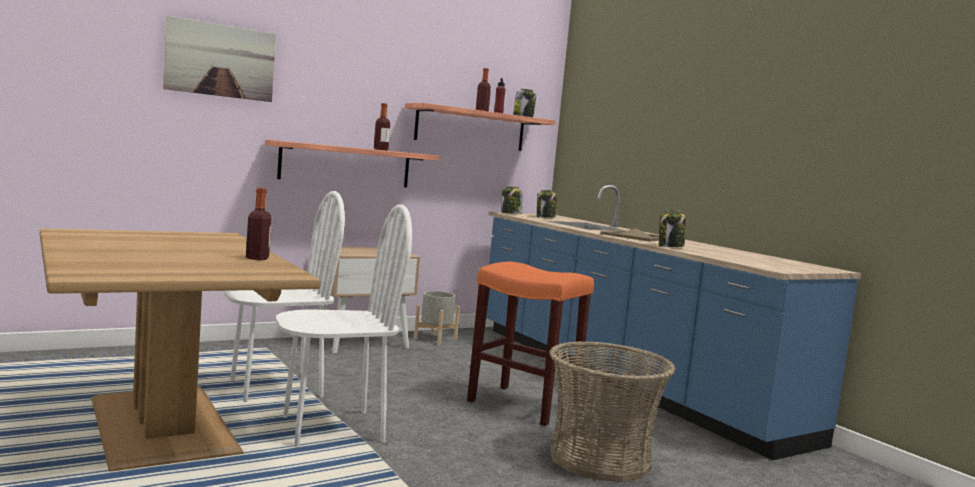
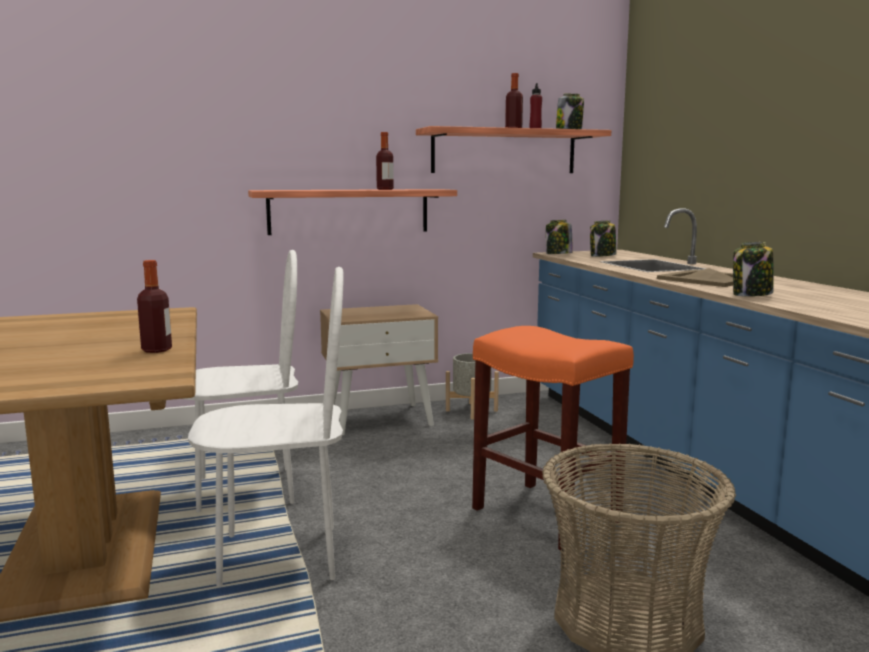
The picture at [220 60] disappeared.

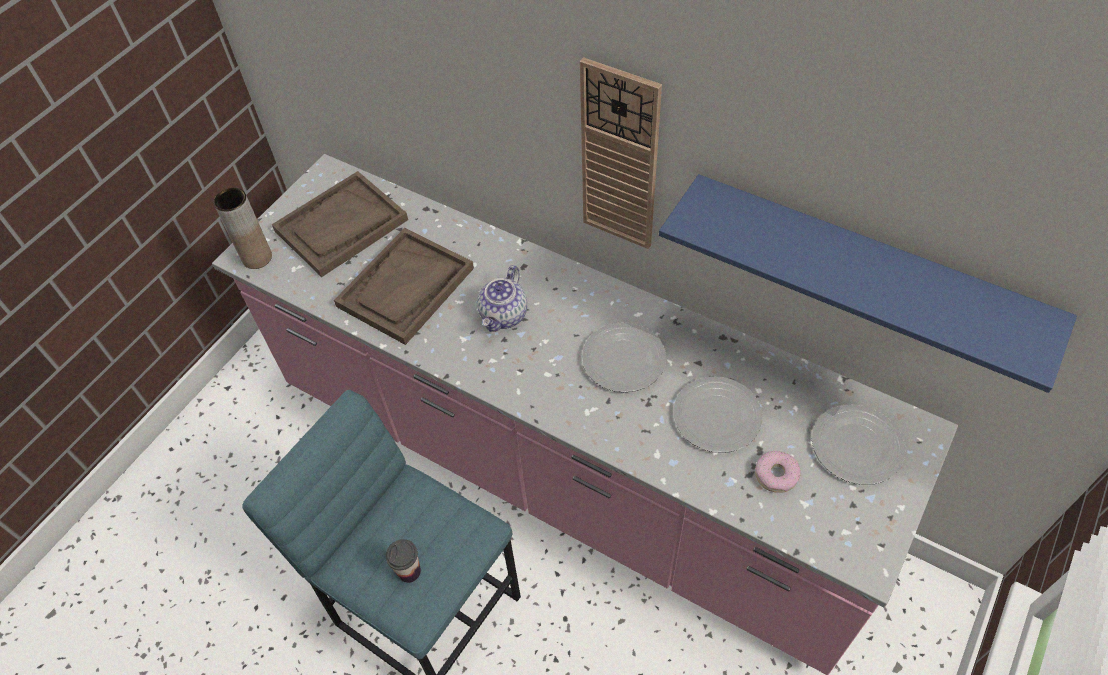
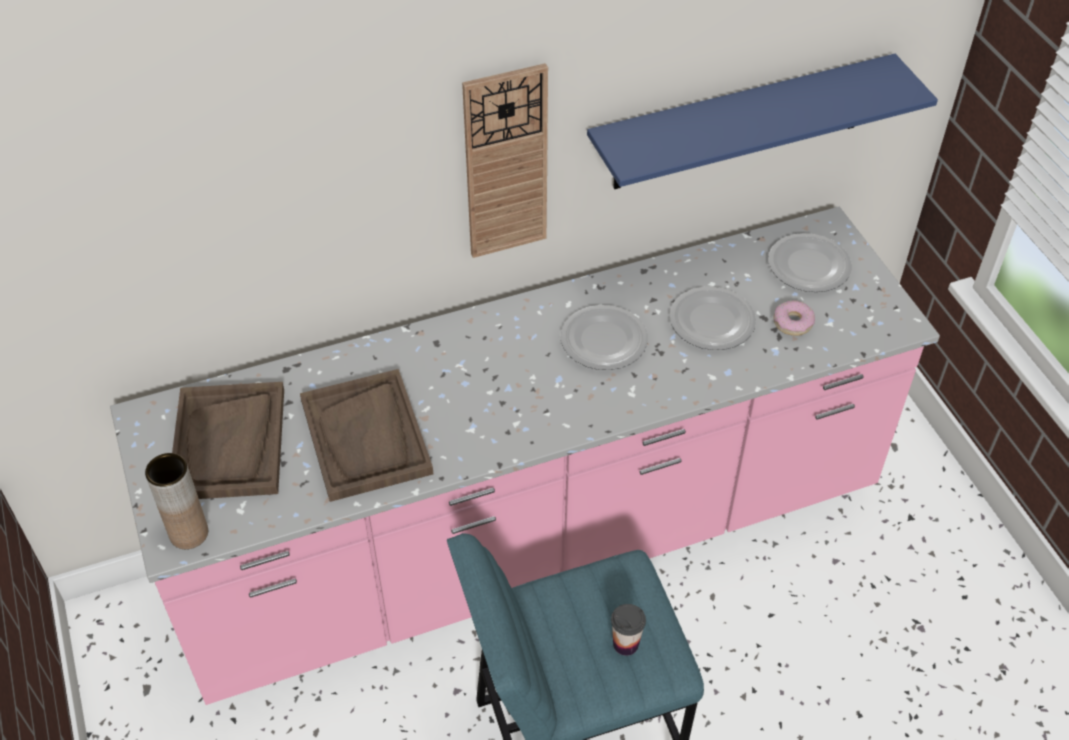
The teapot at [504 315] disappeared.

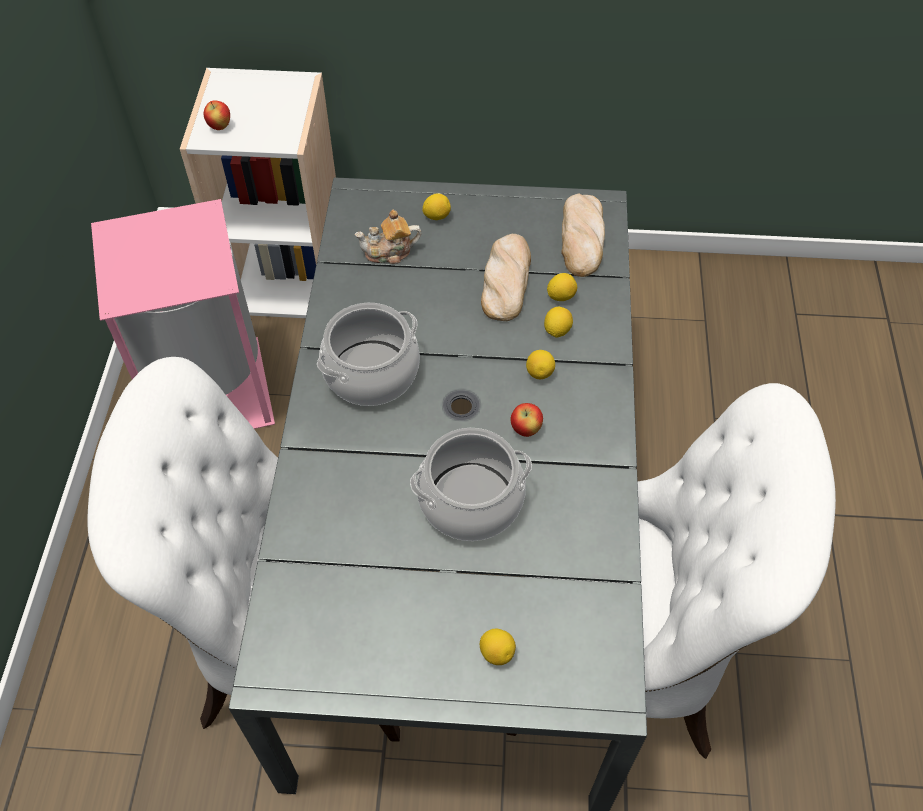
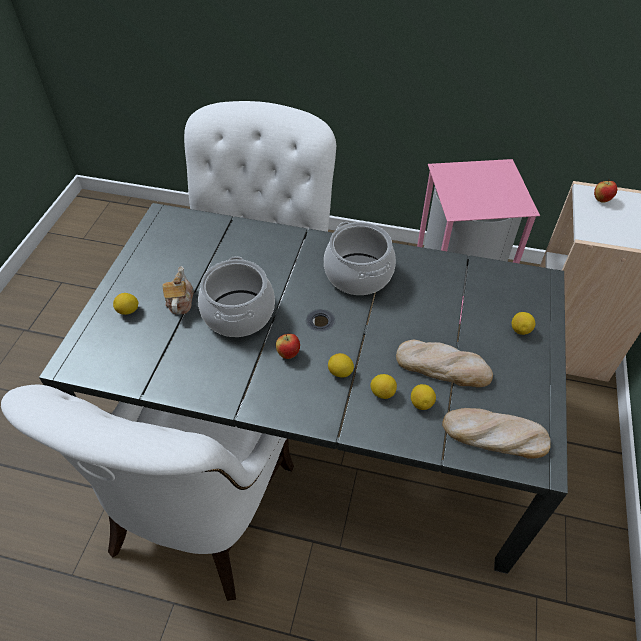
The teapot moved from [389 252] to [180 301].

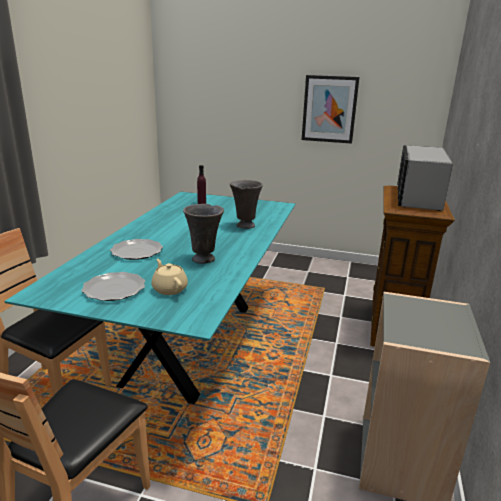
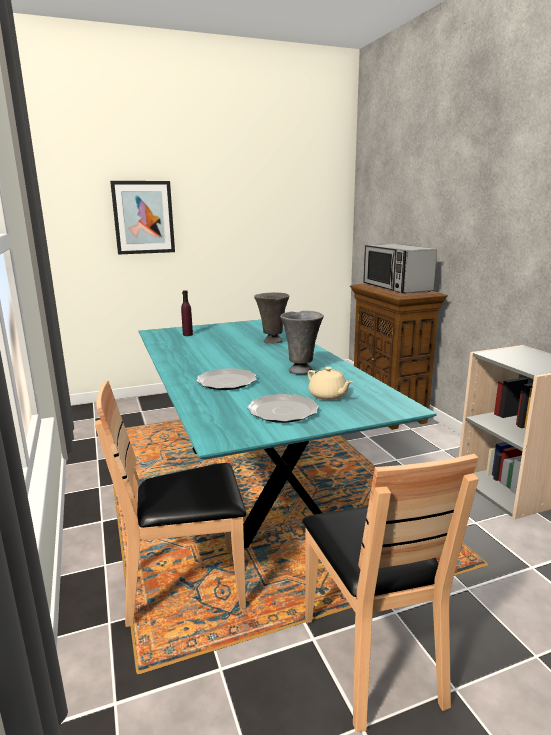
The picture moved from [329 109] to [143 217].
The teapot in beige at [169 289] turned 150 degrees counterclockwise.

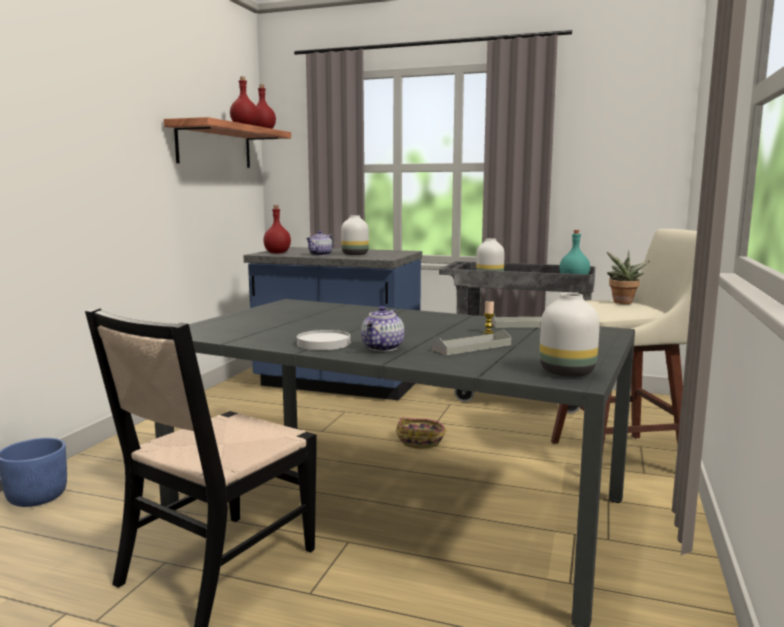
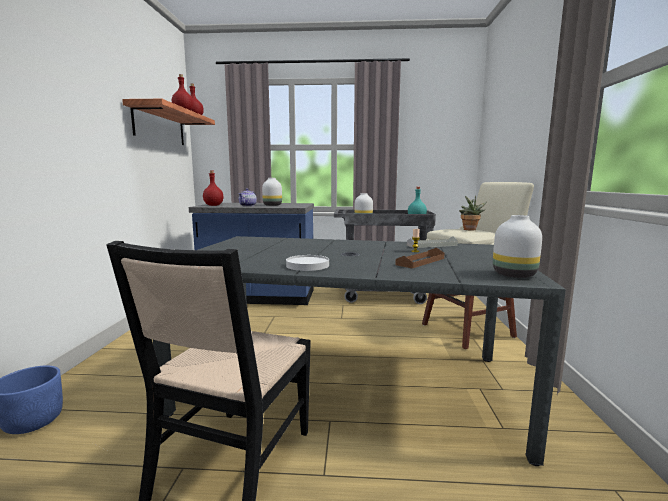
The tray in grey at [472 347] became the tray in brown at [420 261].
The teapot at [383 348] disappeared.
The basket at [421 440] disappeared.

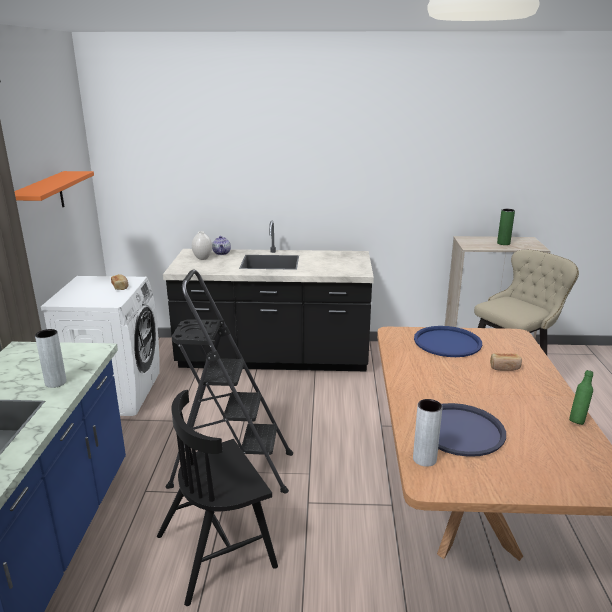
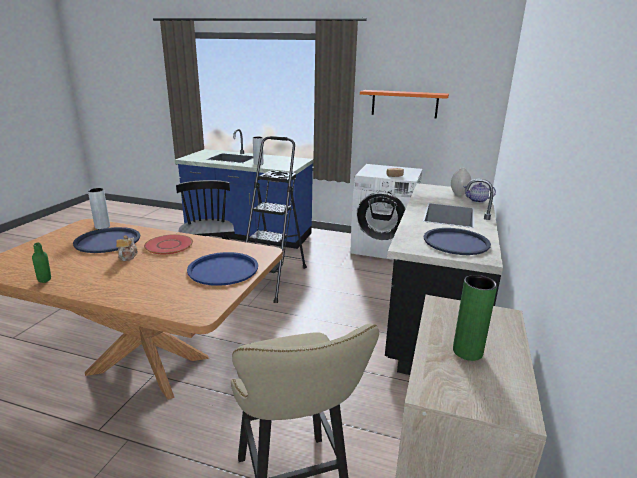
The teapot at [127 256] appeared.
The plate in red at [169 245] appeared.
The tray in blue at [456 242] appeared.
The bread at [505 367] disappeared.

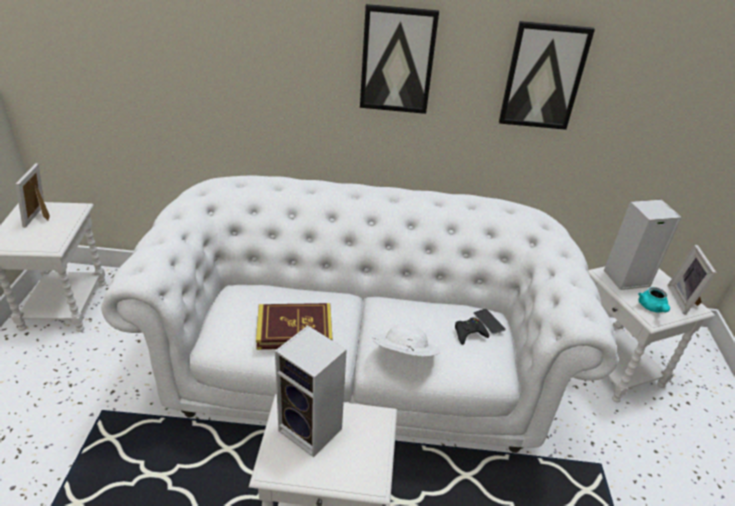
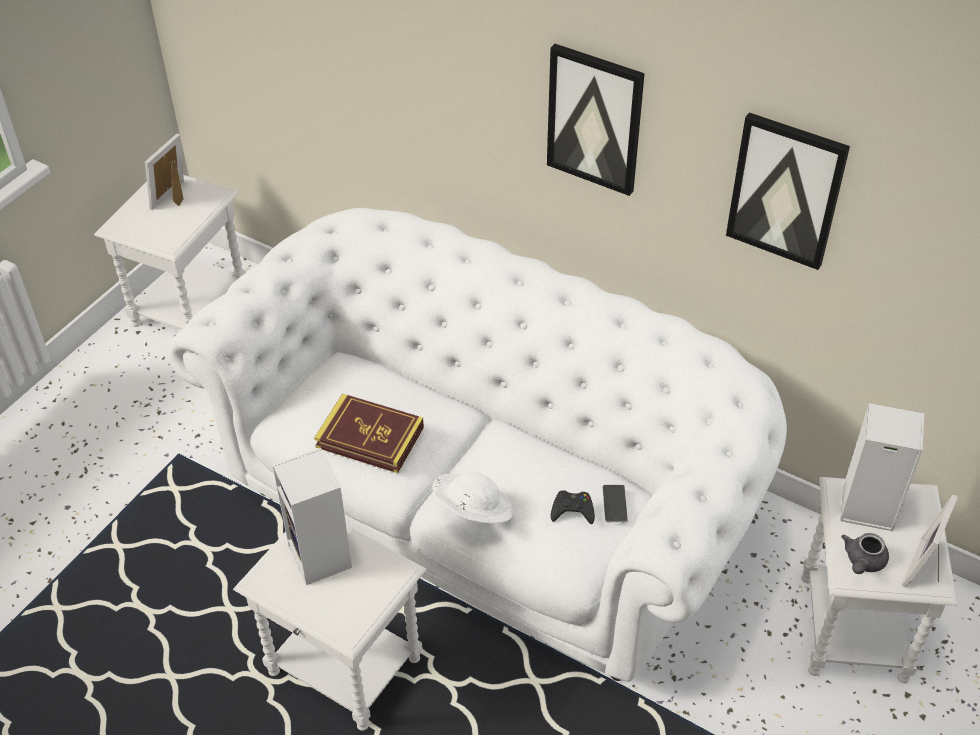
The teapot in turquoise at [652 308] became the teapot in grey at [862 562].

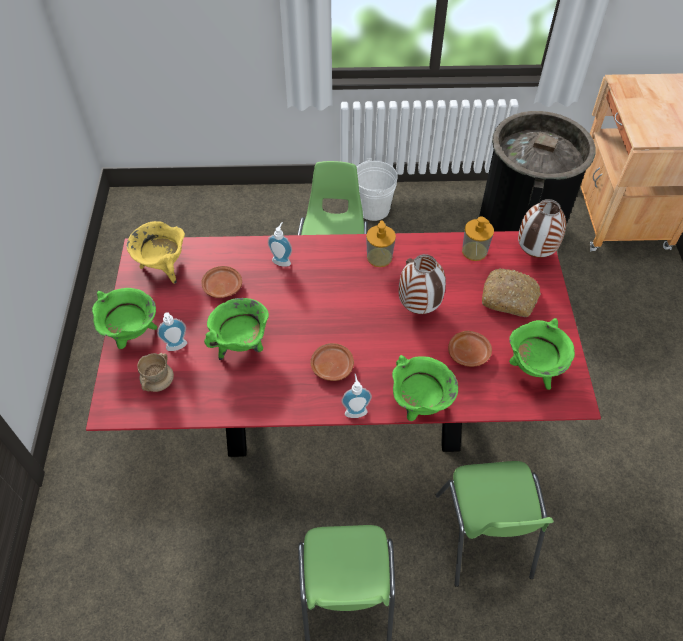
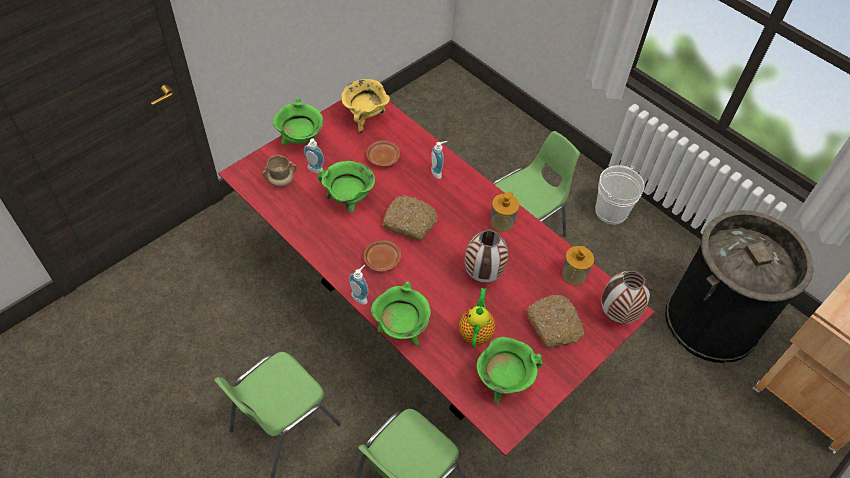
The bread at [410 222] appeared.
The plate in brown at [469 353] was replaced by the teapot at [476 331].

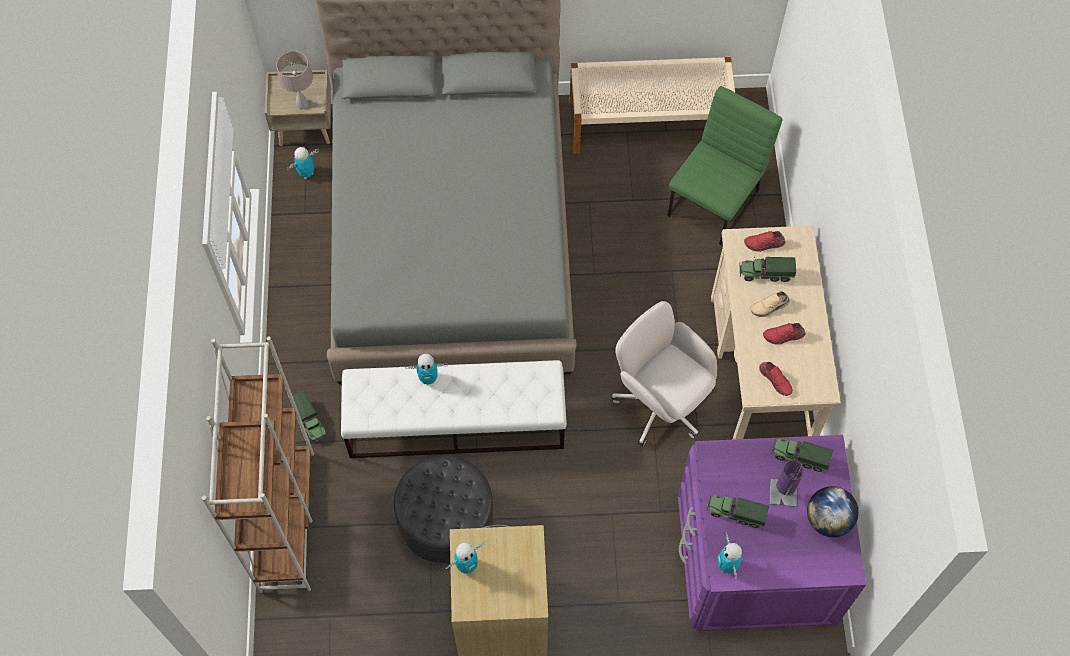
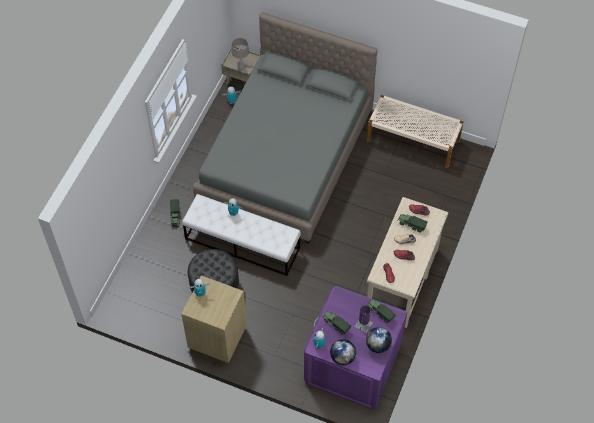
The globe at [342 357] appeared.
The bookcase in brown at [287 520] disappeared.
The office chair in white at [660 406] disappeared.
The chair in green at [715 202] disappeared.

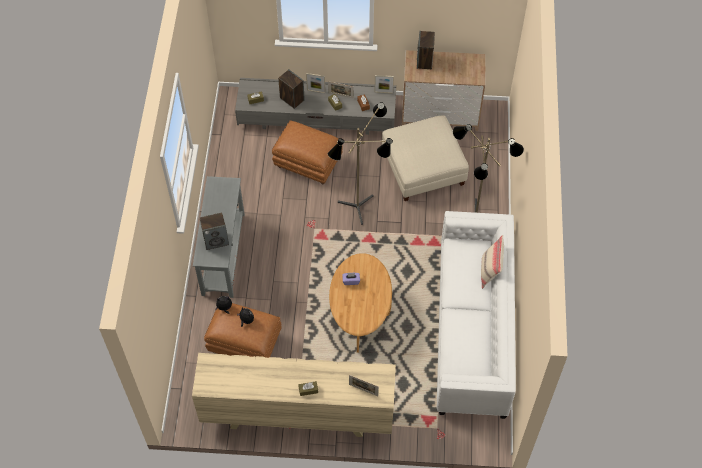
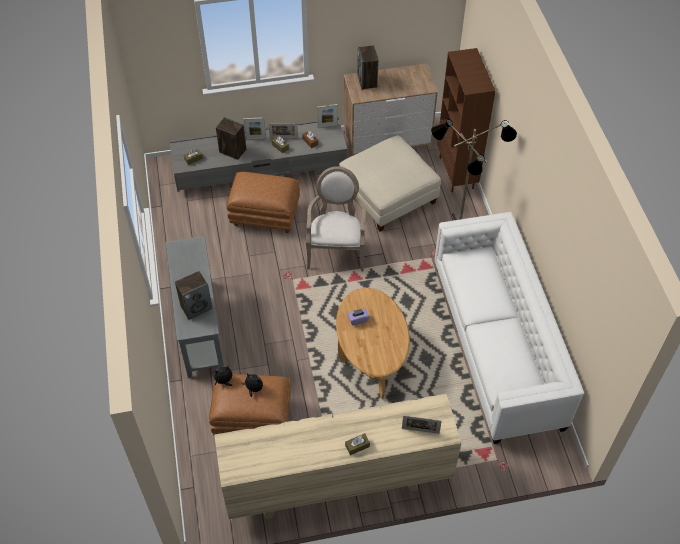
The floor lamp at [361 210] was replaced by the armchair at [336 250].
The bookcase in brown at [457 173] appeared.
The pillow in beige at [490 271] disappeared.

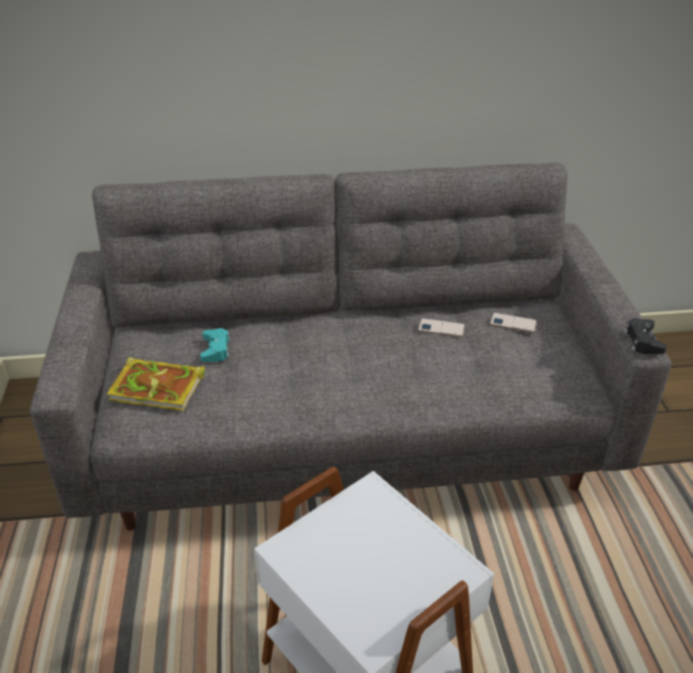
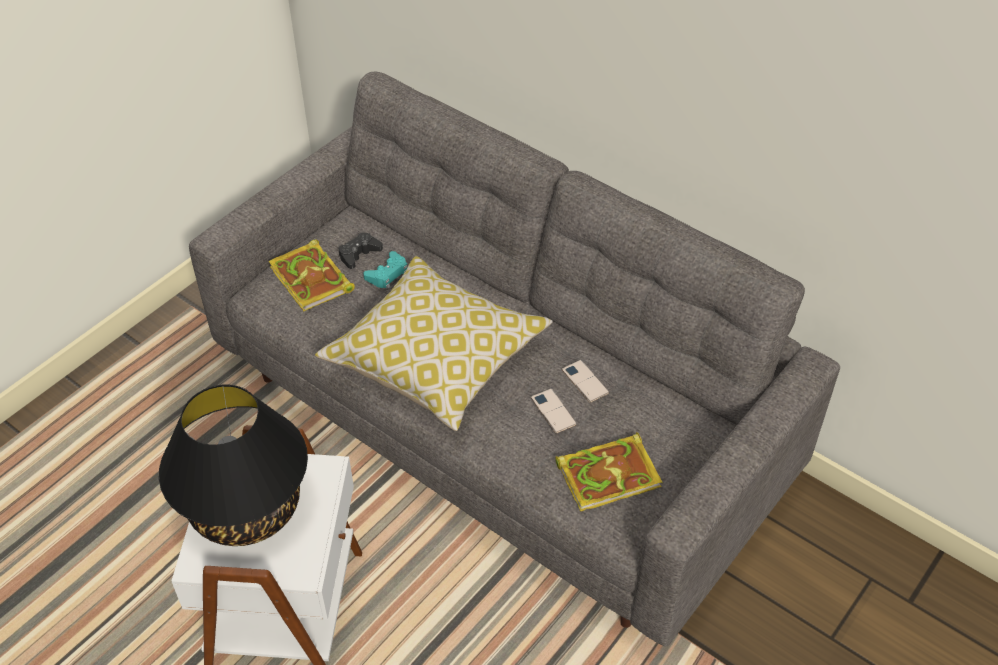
The table lamp in black at [247 508] appeared.
The pillow at [436 359] appeared.
The game controller in black moved from [643 341] to [359 254].
The phone moved from [513 323] to [553 411].
The book at [610 474] appeared.

